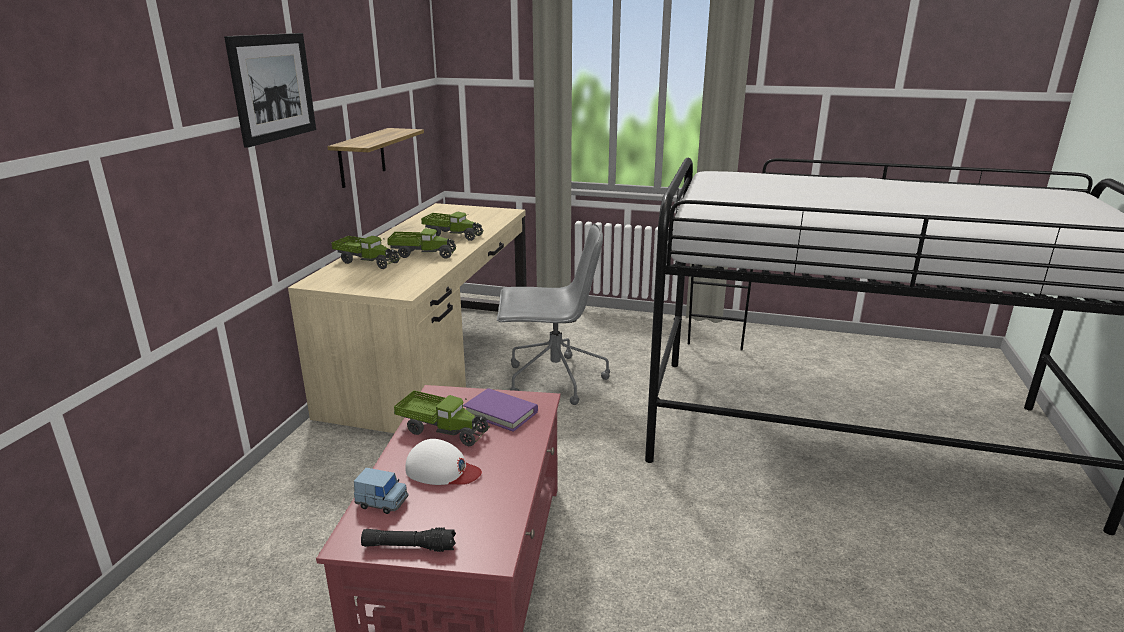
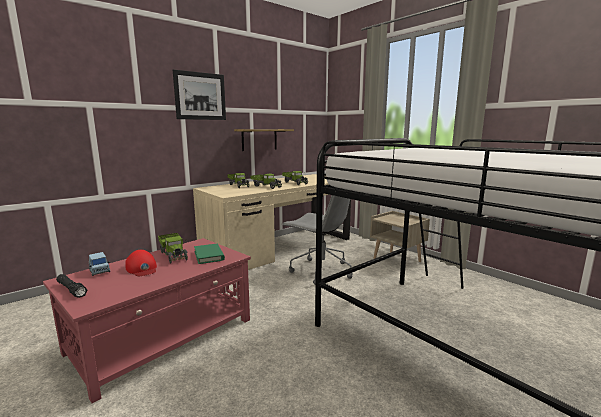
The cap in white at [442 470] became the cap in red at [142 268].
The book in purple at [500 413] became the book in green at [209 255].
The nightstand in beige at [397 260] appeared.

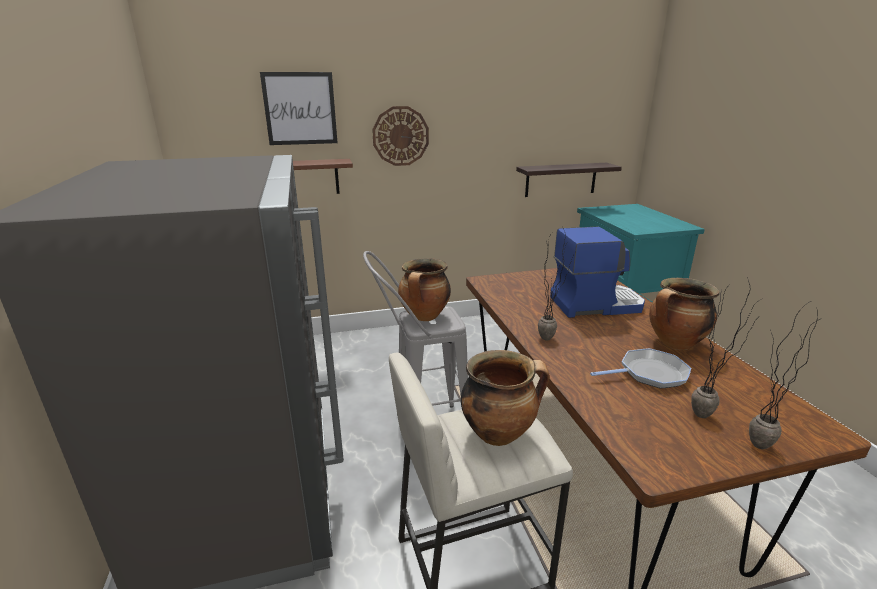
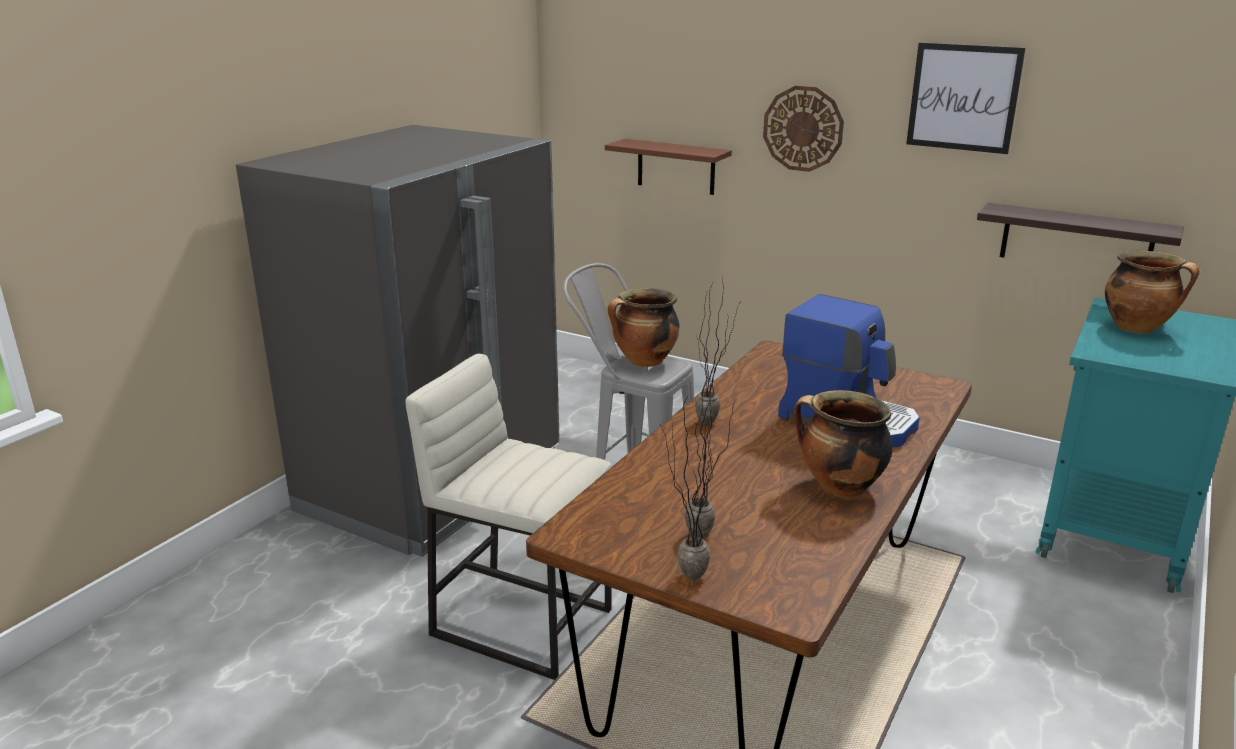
The picture moved from [300 109] to [963 97].
The cooking pot moved from [499 433] to [1137 328].
The frying pan at [649 373] disappeared.

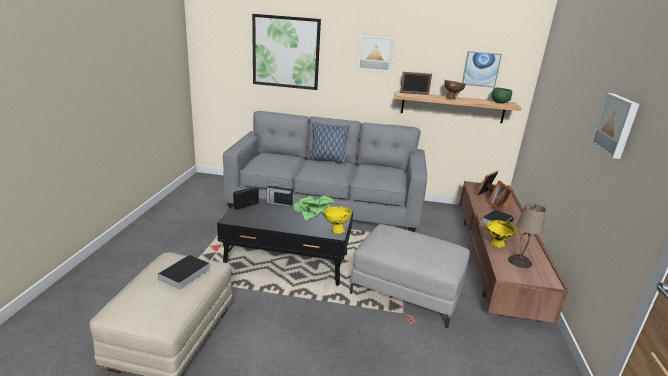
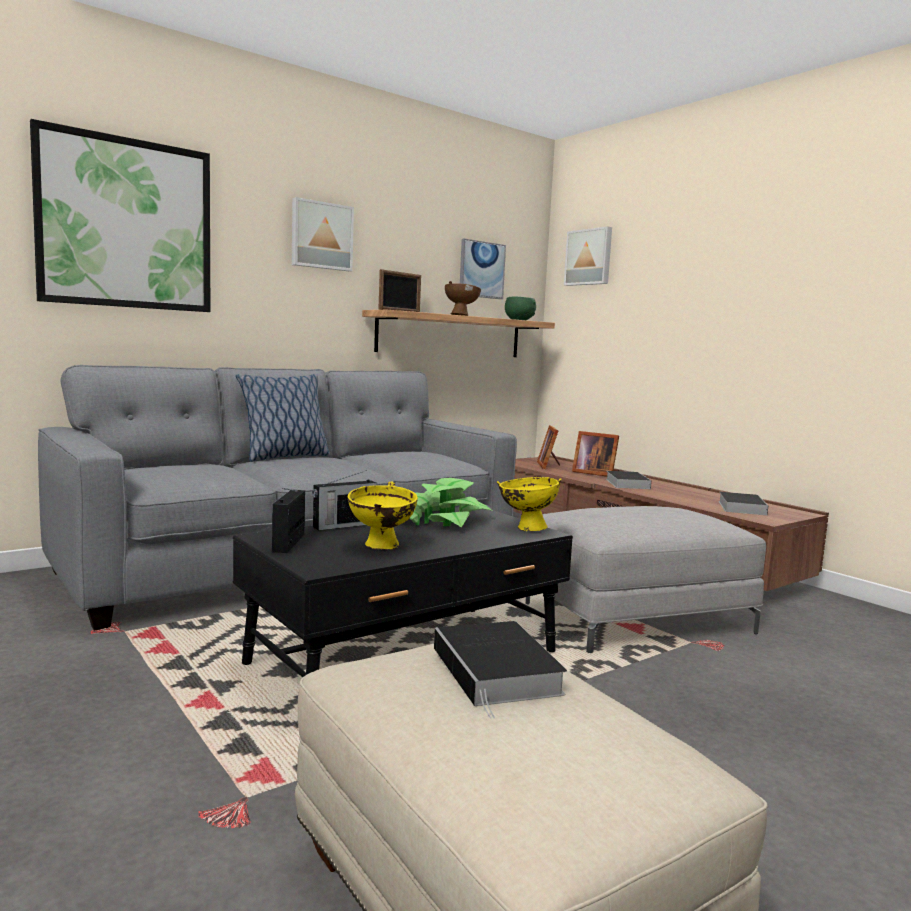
The bowl in yellow moved from [496 245] to [381 547].
The picture moved from [616 125] to [589 257].
The table lamp in beige at [519 261] was replaced by the book at [741 507].

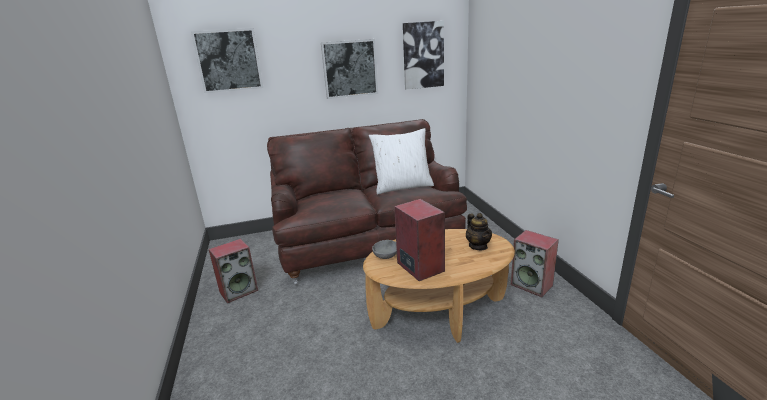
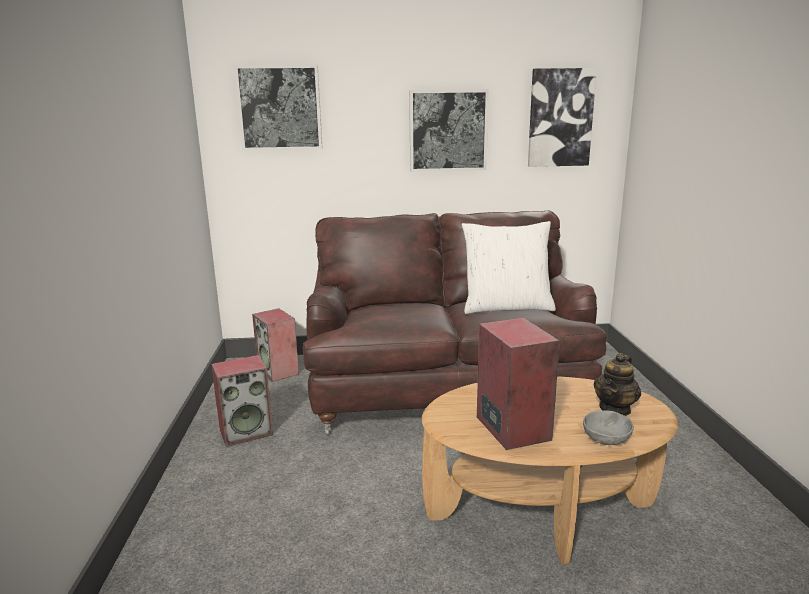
The speaker moved from [532 285] to [279 371].
The bowl in grey moved from [386 256] to [607 440].
The teapot at [478 246] turned 45 degrees clockwise.

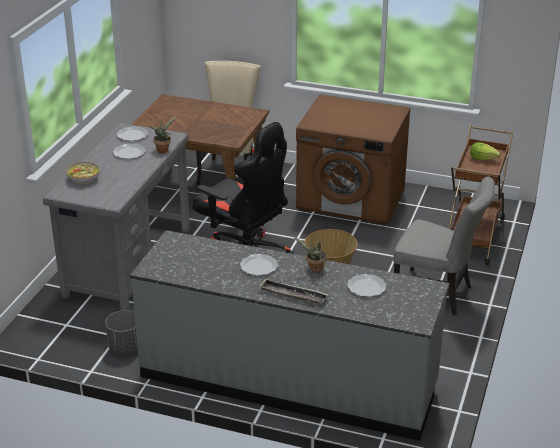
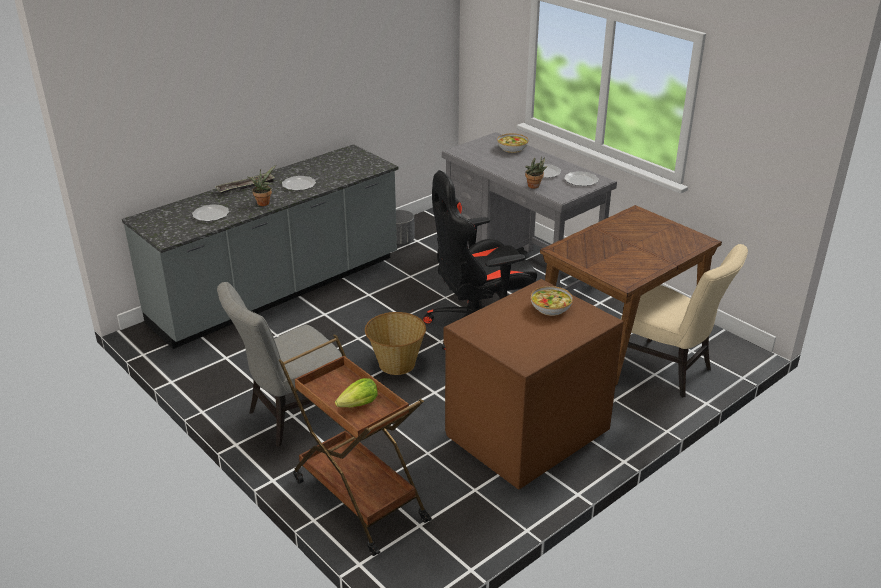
The bowl at [550 308] appeared.

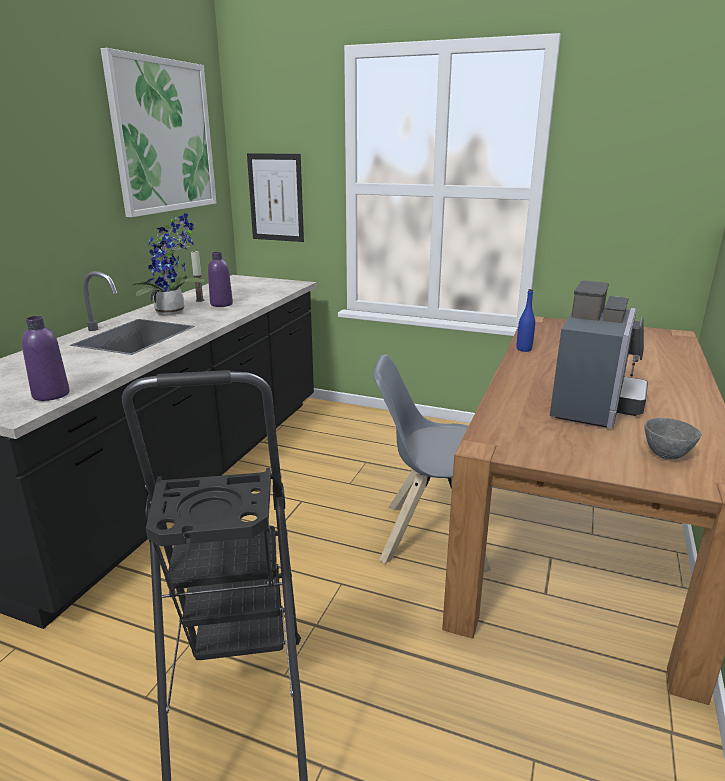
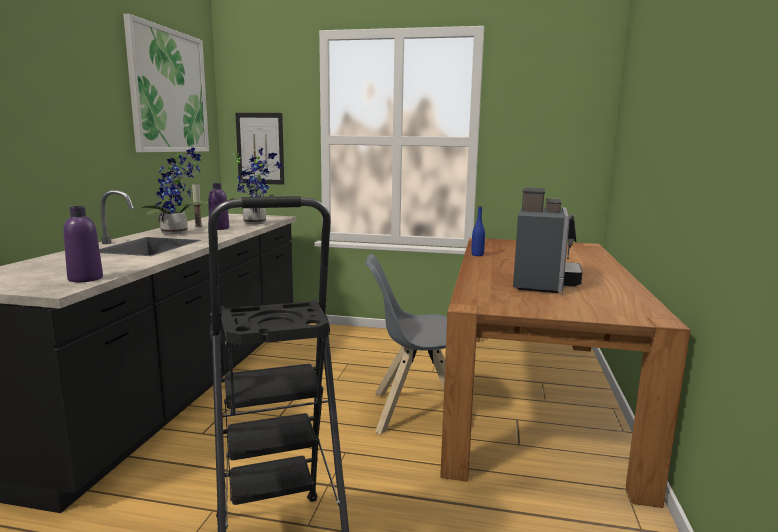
The potted plant at [256 223] appeared.
The bowl in grey at [665 454] disappeared.

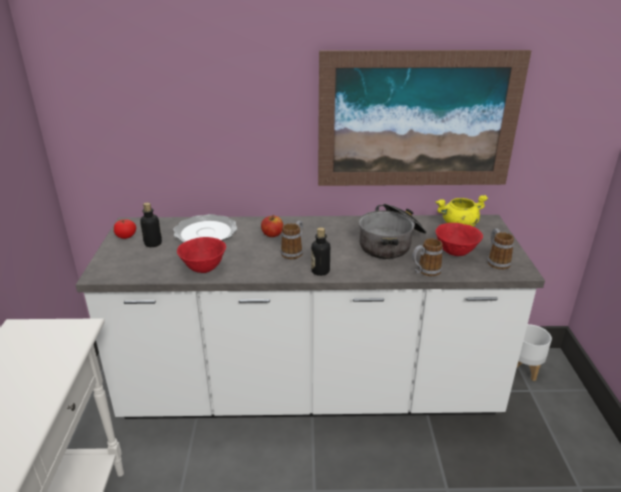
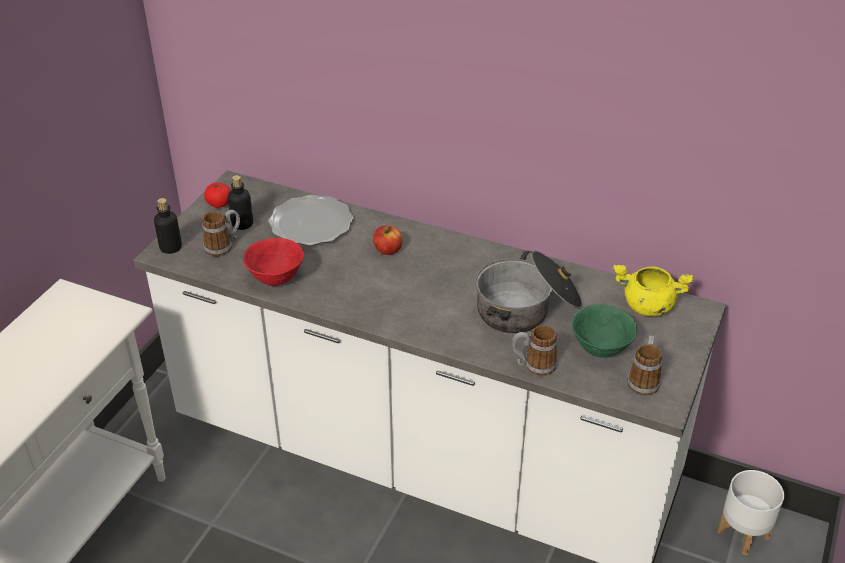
The bottle moved from [320 271] to [171 247].
The mug moved from [294 252] to [223 246].
The bowl in red at [456 253] became the bowl in green at [601 349].
The picture at [417 121] disappeared.

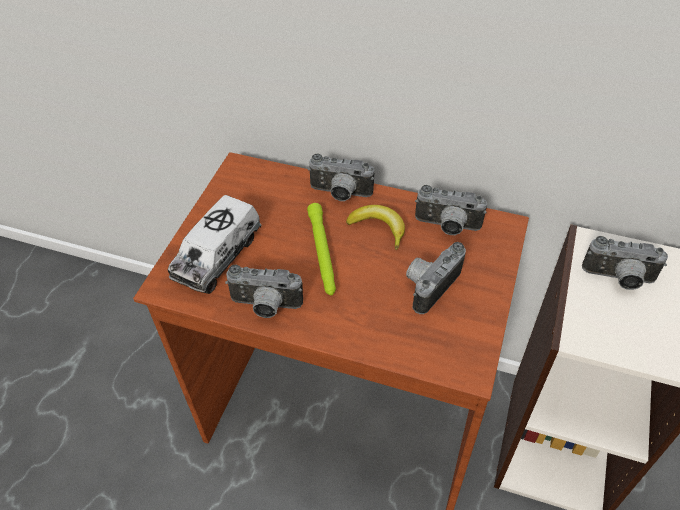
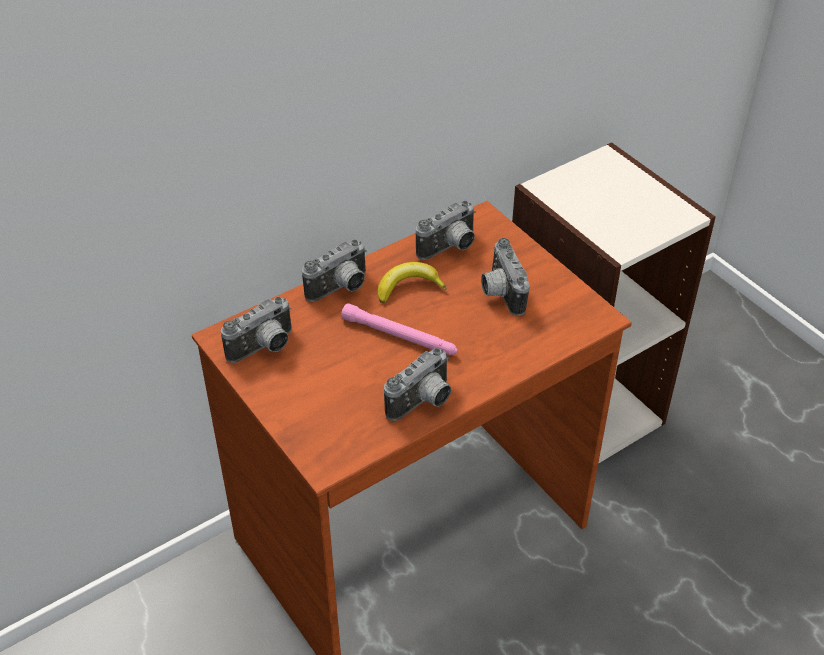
The photo camera moved from [618 279] to [264 348].
The flashlight in green at [322 253] became the flashlight in pink at [400 336].
The toy truck at [218 256] disappeared.

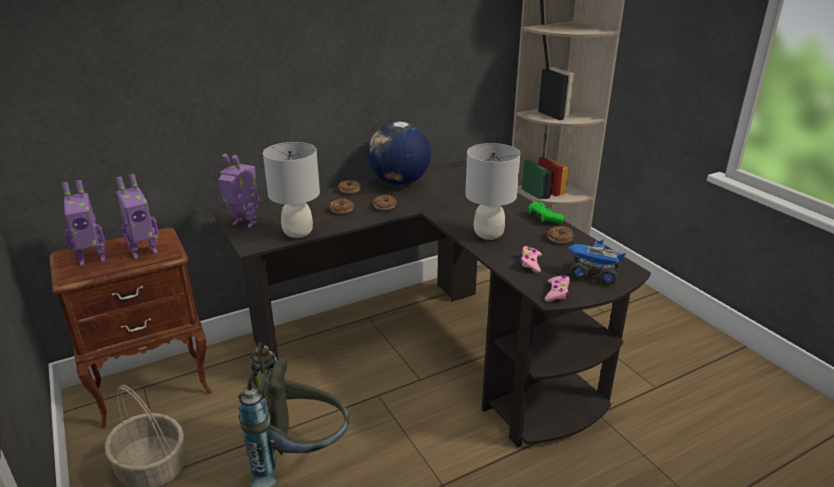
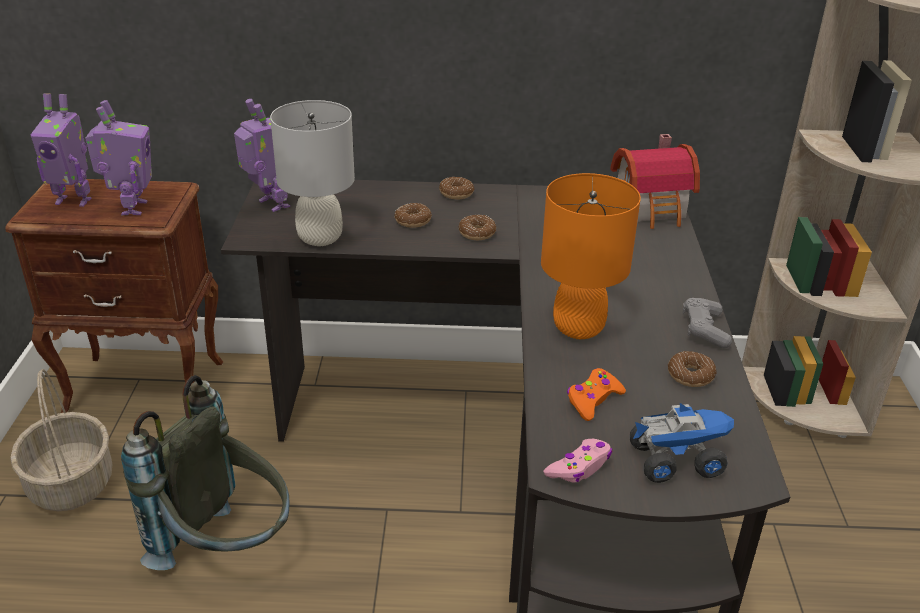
The toy robot at [144 252] turned 90 degrees counterclockwise.
The table lamp in grey at [488 235] became the table lamp in orange at [579 329].
The game controller in pink at [530 263] became the game controller in orange at [593 400].
The toy house at [653 209] appeared.
The toy truck at [593 275] turned 120 degrees clockwise.
The game controller in green at [544 218] became the game controller in grey at [704 330].
The globe at [399 183] disappeared.

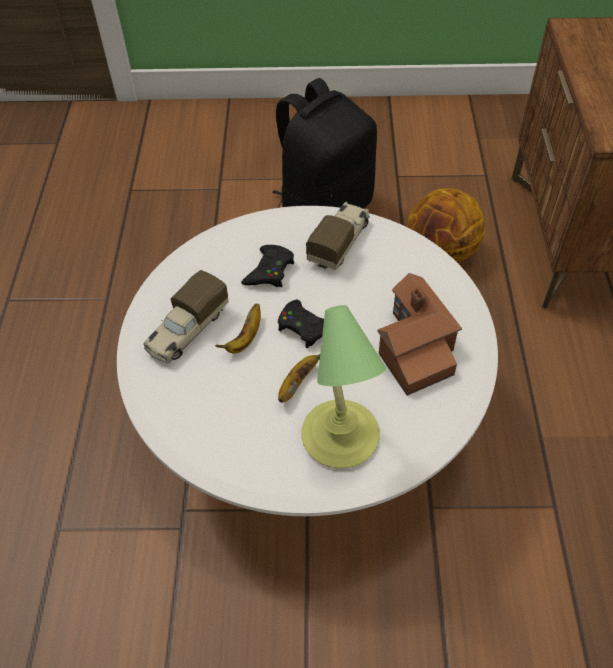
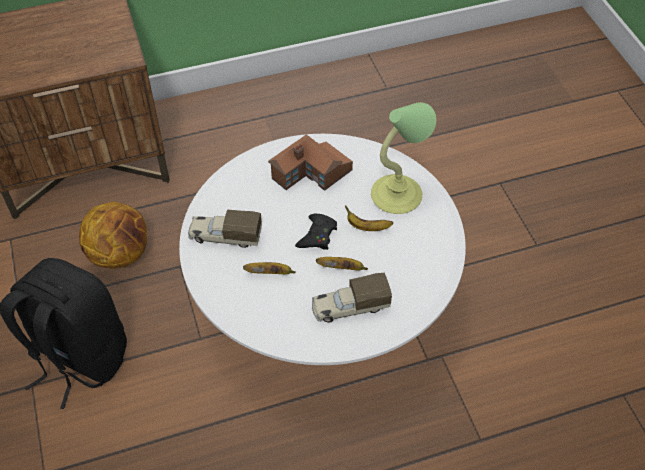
The game controller in black at [269 271] was replaced by the banana at [270 273].
The toy truck at [187 331] turned 150 degrees clockwise.

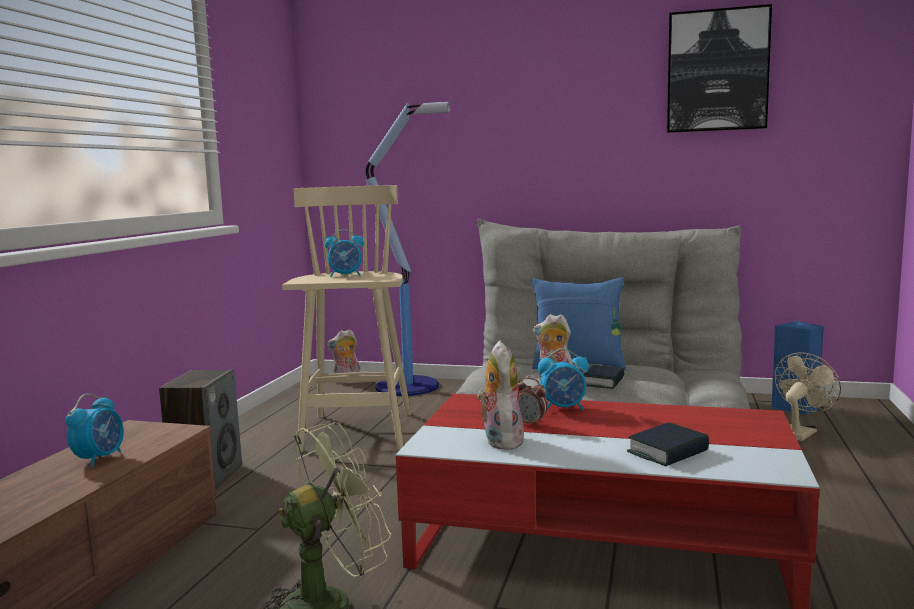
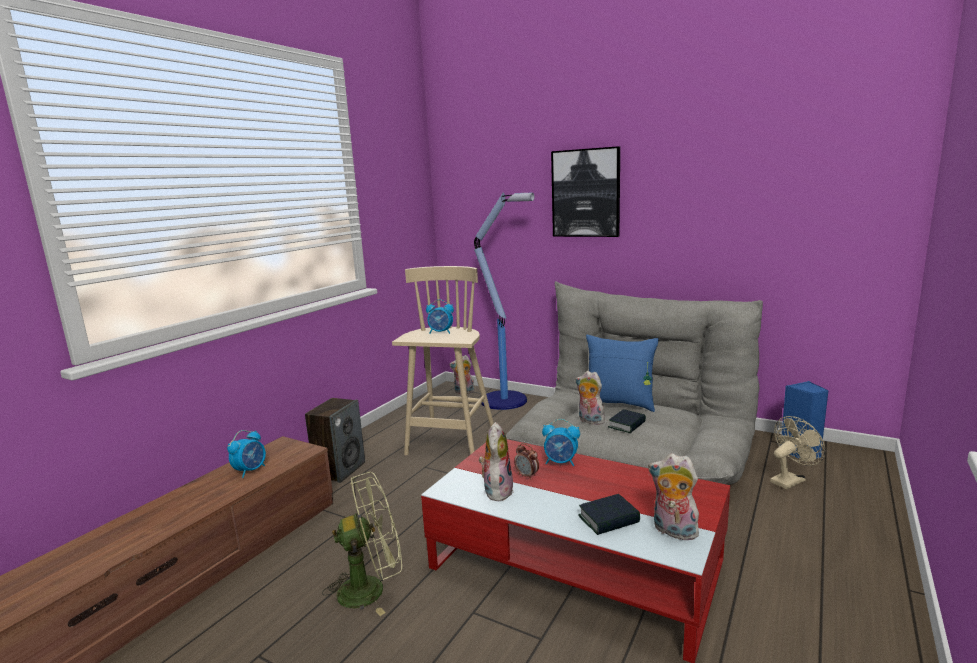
The picture moved from [717 71] to [586 193].
The plush toy at [673 531] appeared.

